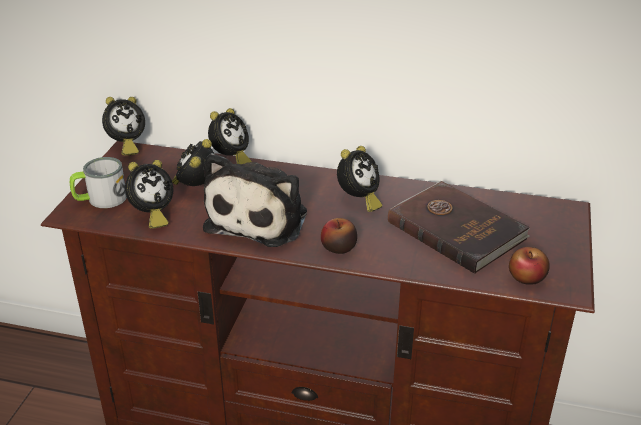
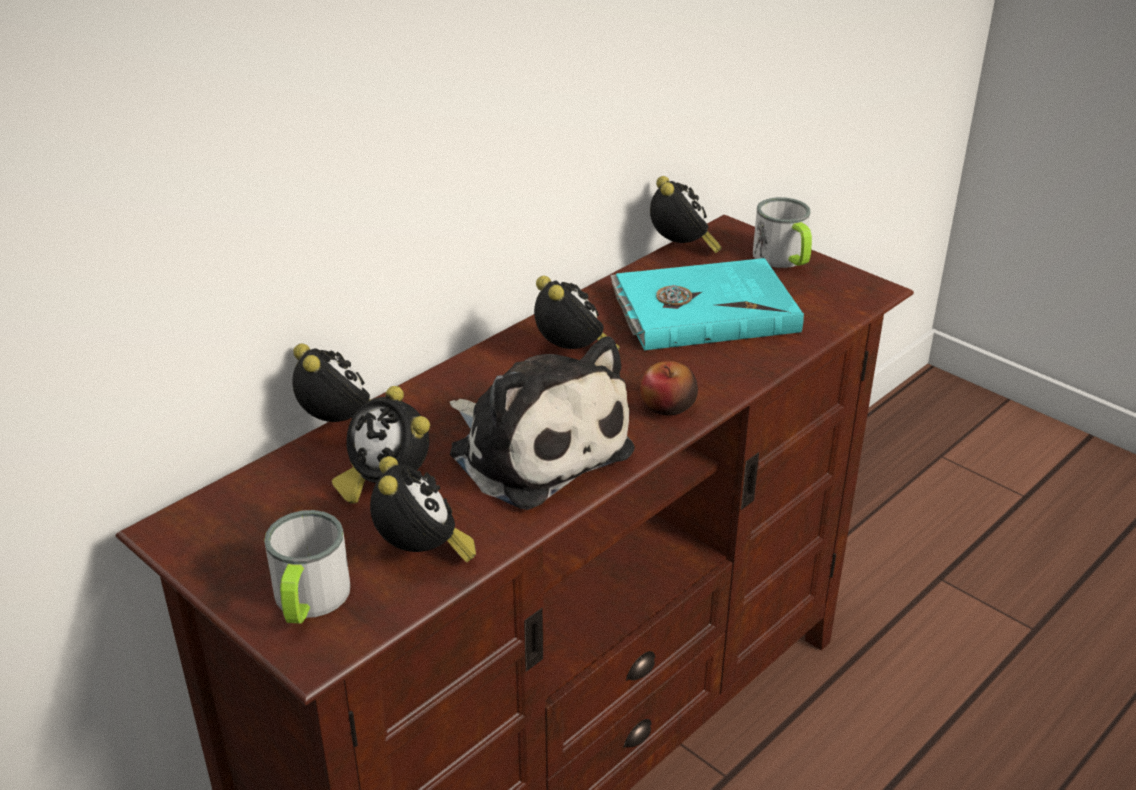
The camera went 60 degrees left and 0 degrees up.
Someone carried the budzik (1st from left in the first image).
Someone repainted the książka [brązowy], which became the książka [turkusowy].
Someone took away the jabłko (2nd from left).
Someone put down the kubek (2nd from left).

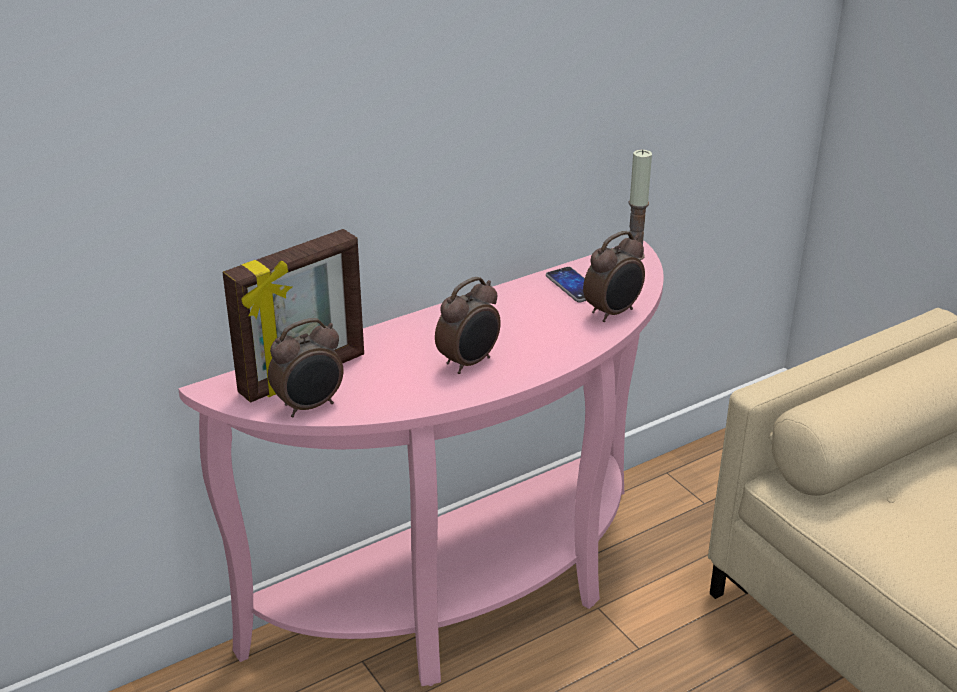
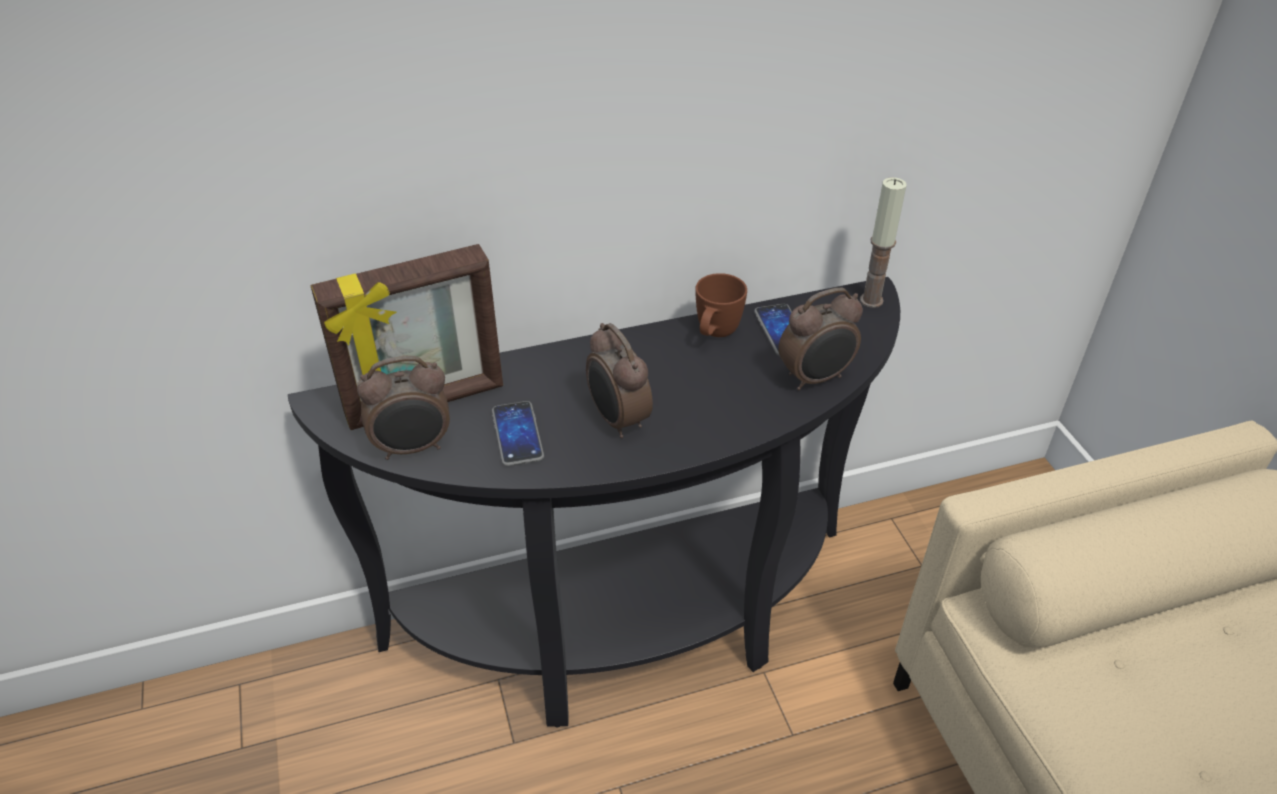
The camera went 15 degrees right and 10 degrees up.
Someone repainted the stolik konsolowy [różowy], which became the stolik konsolowy [czarny].
Someone rotated the budzik (2nd from left) by 90 degrees clockwise.
Someone put down the telefon (1st from left).
Someone put down the kubek [brązowy].

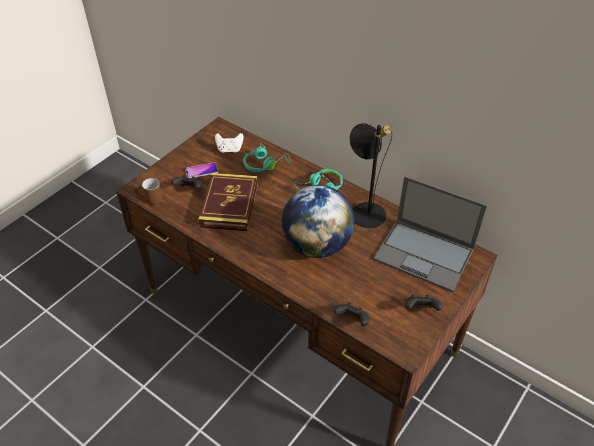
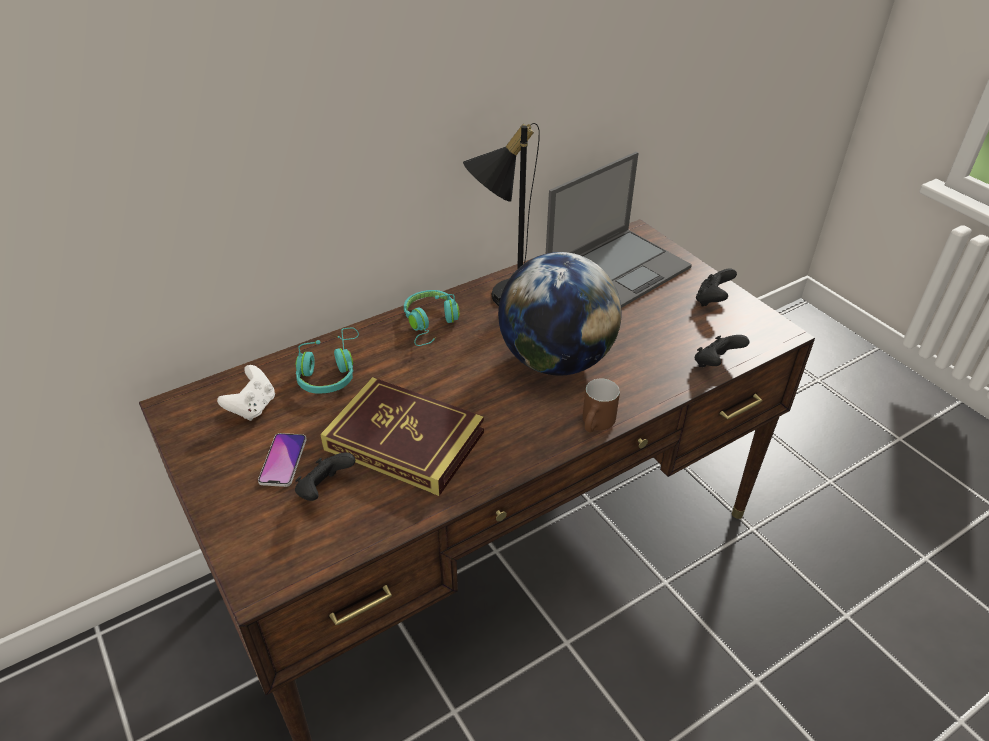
The camera went 70 degrees left and 5 degrees down.
Someone carried the kubek [brązowy].

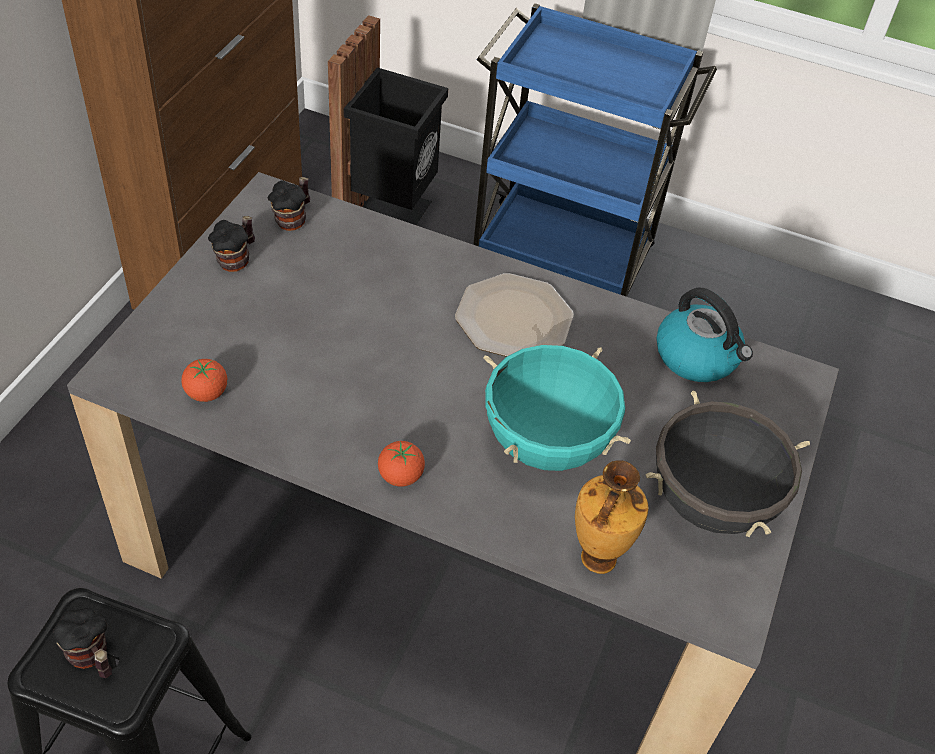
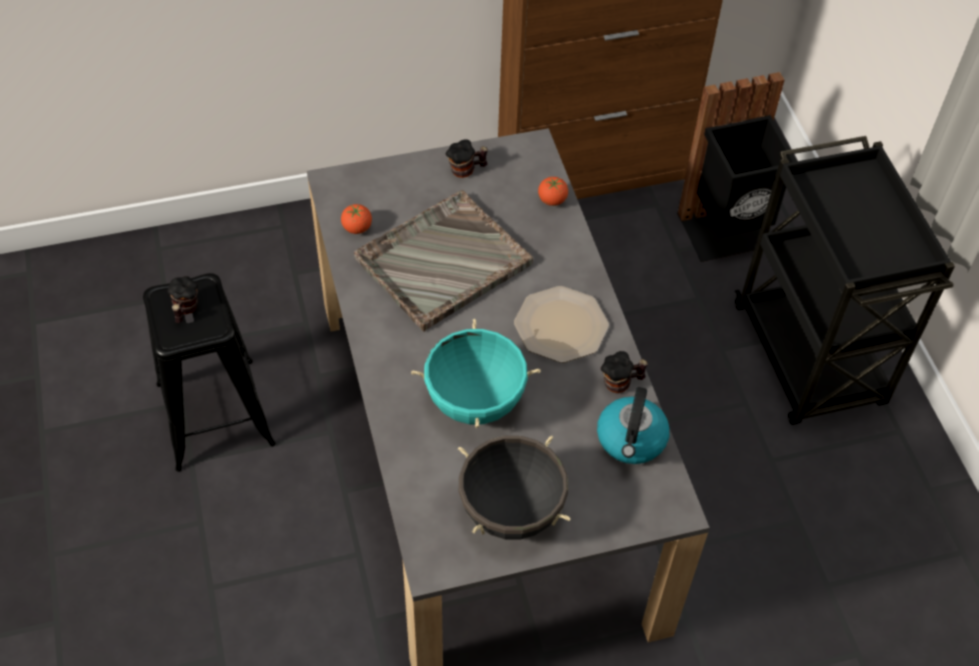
The camera went 55 degrees right and 5 degrees up.
Someone carried the kubek (3rd from left).
Someone carried the pomidor (2nd from left).
Someone repainted the wózek [niebieski], which became the wózek [czarny].
Someone took away the wazon.
Someone put down the taca [szary].

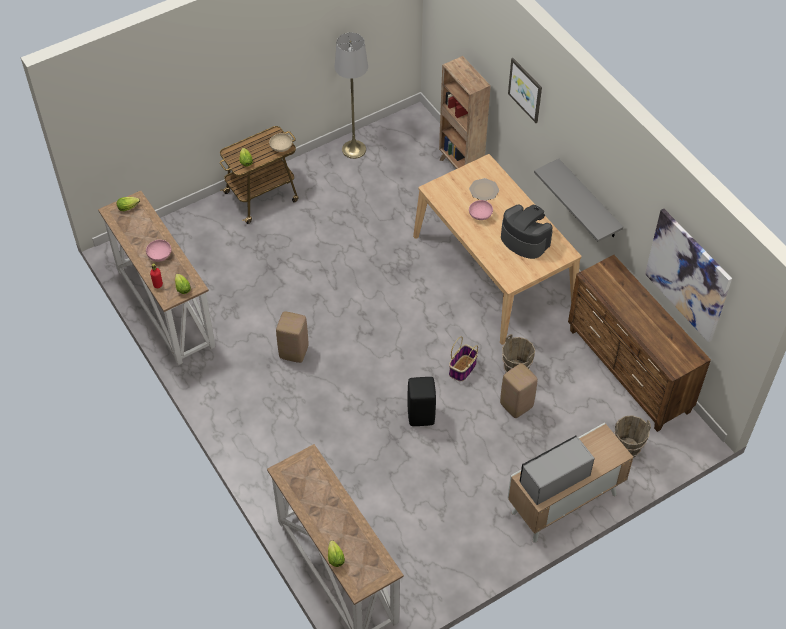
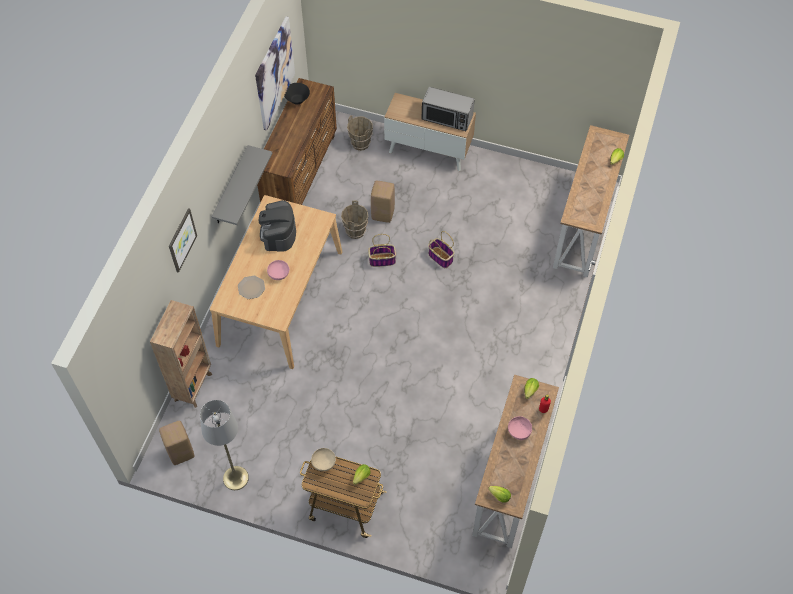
The camera went 130 degrees left and 5 degrees up.
Someone carried the stołek [beżowy] (1st from left).
Someone swapped the stołek [czarny] for the koszyk (2nd from left).
Someone put down the miska [czarny].

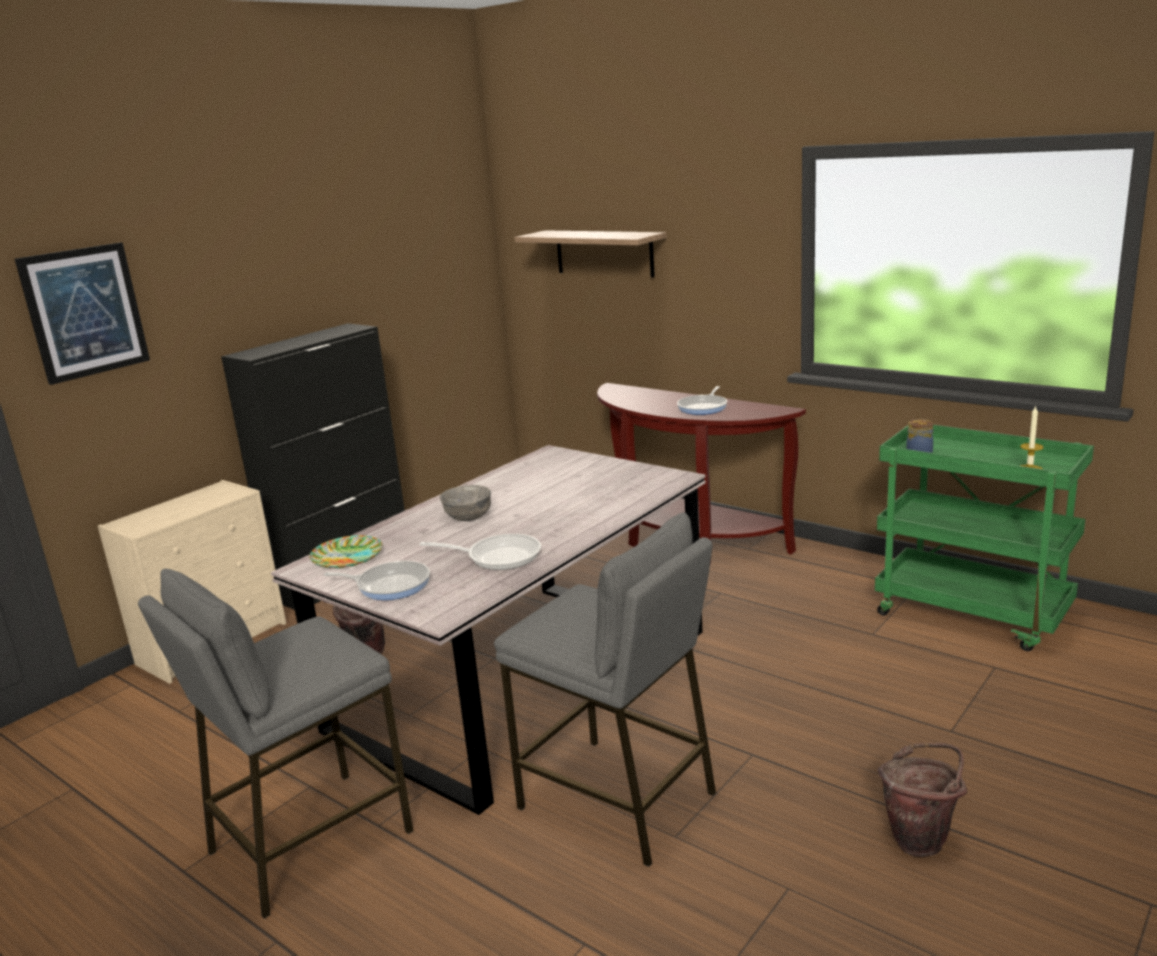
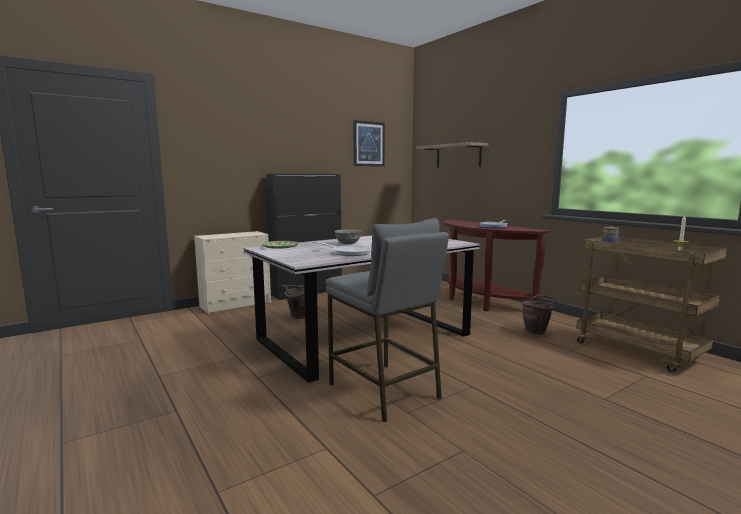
The camera went 15 degrees right and 10 degrees down.
Someone carried the obraz.
Someone took away the stołek [szary] (1st from left).
Someone took away the patelnia (1st from left).
Someone repainted the wózek [zielony], which became the wózek [brązowy].
Someone carried the wiadro [brązowy] (2nd from left).

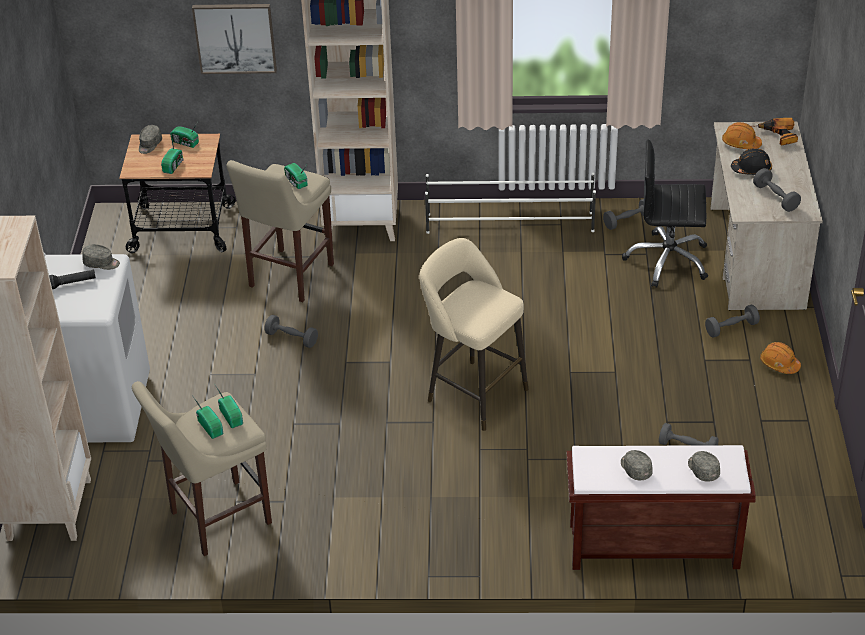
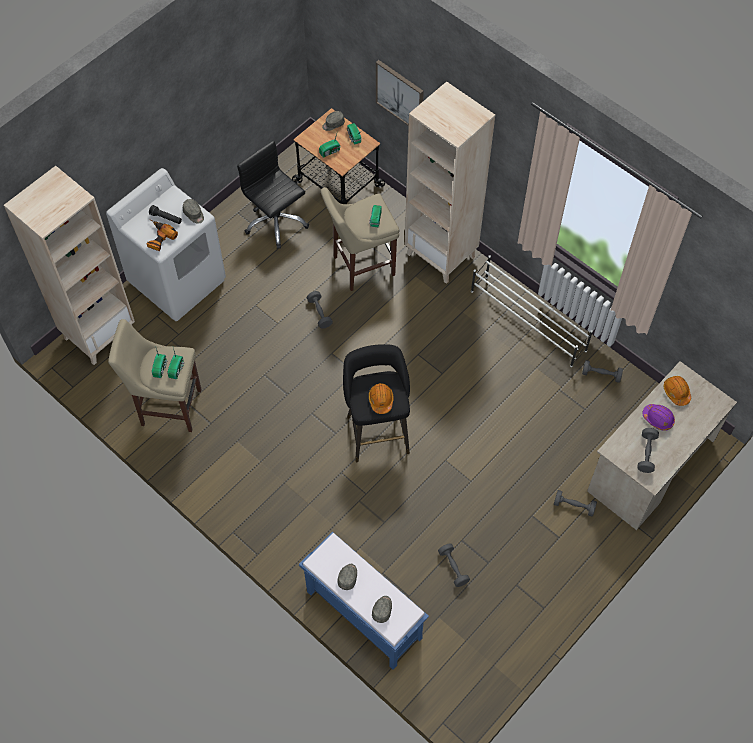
The camera went 40 degrees right and 20 degrees up.
Someone repainted the stołek [beżowy] (3rd from left), which became the stołek [czarny].
Someone repainted the ławka [brązowy], which became the ławka [niebieski].
Someone carried the krzesło biurowe [czarny].
Someone repainted the kask [czarny], which became the kask [fioletowy].
Someone carried the wiertarka.
Someone carried the kask [pomarańczowy] (2nd from left in the first image).

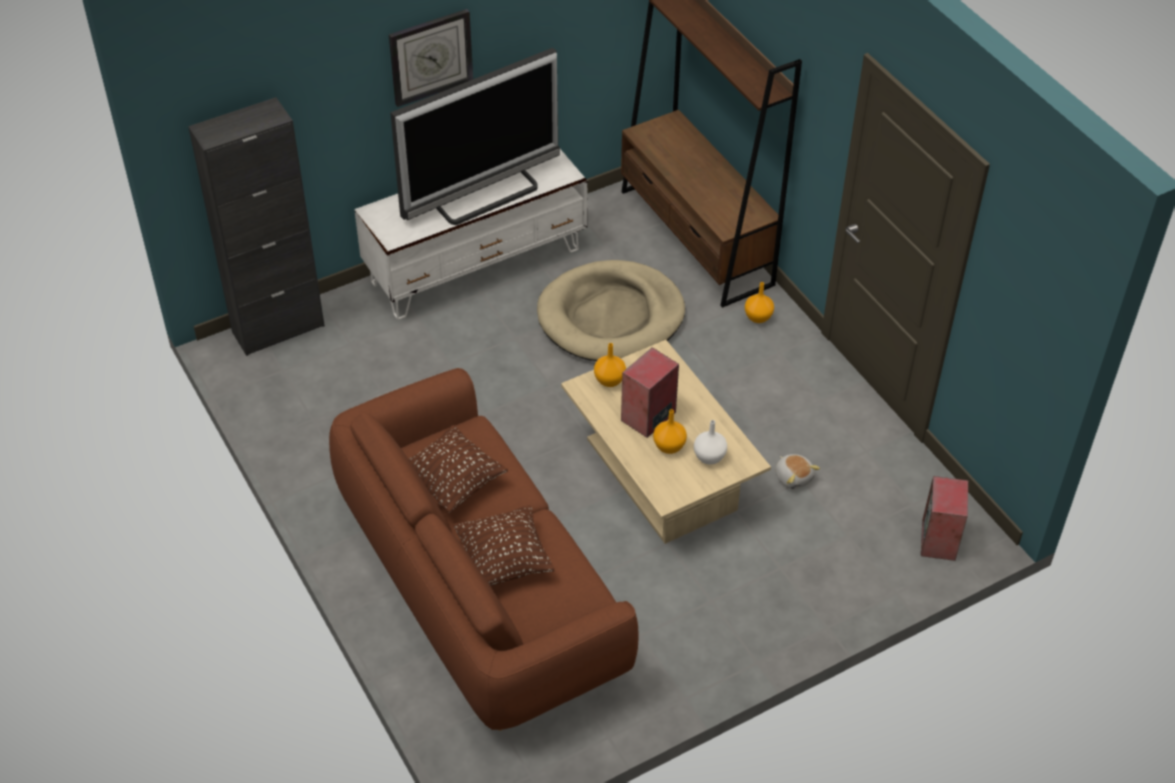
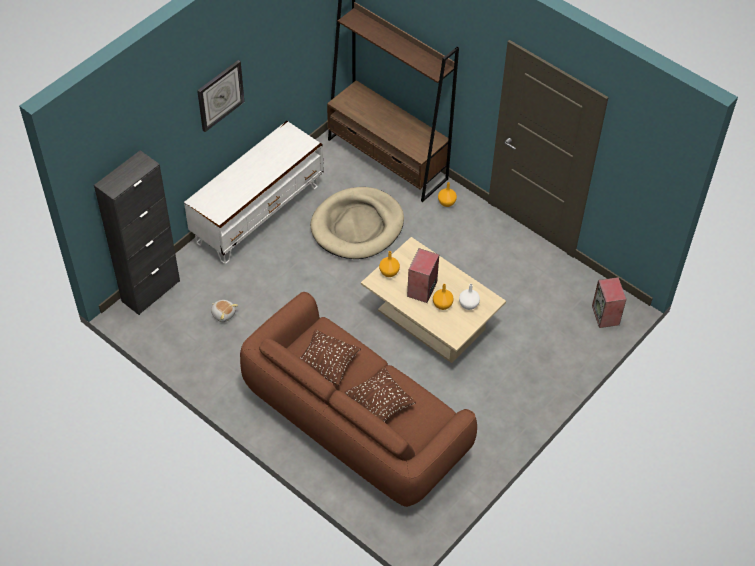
The camera went 20 degrees left and 5 degrees up.
Someone took away the telewizor.
Someone carried the pluszak.

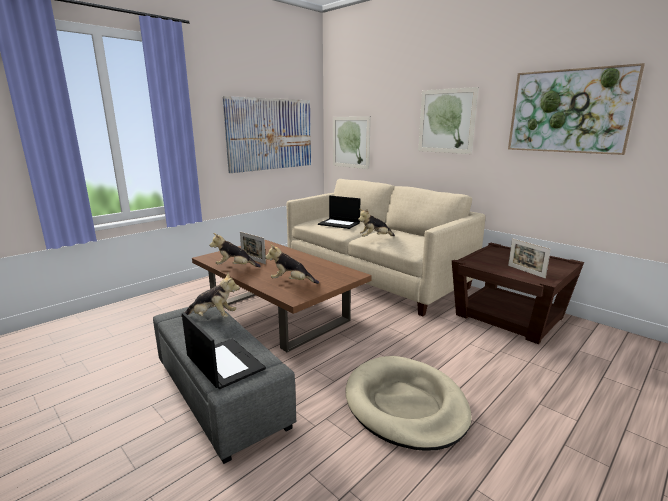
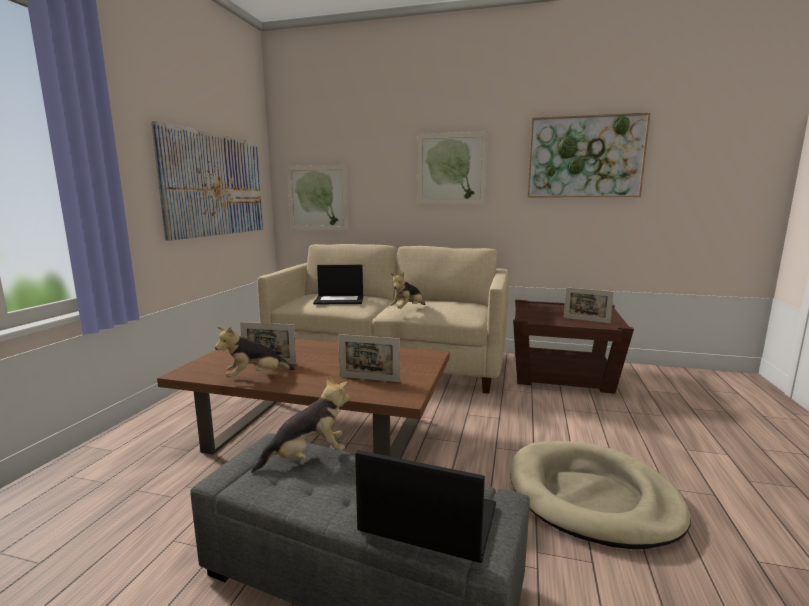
The camera went 30 degrees left and 5 degrees down.
Someone swapped the pluszak (3rd from left) for the ramka na zdjęcie (2nd from left).

